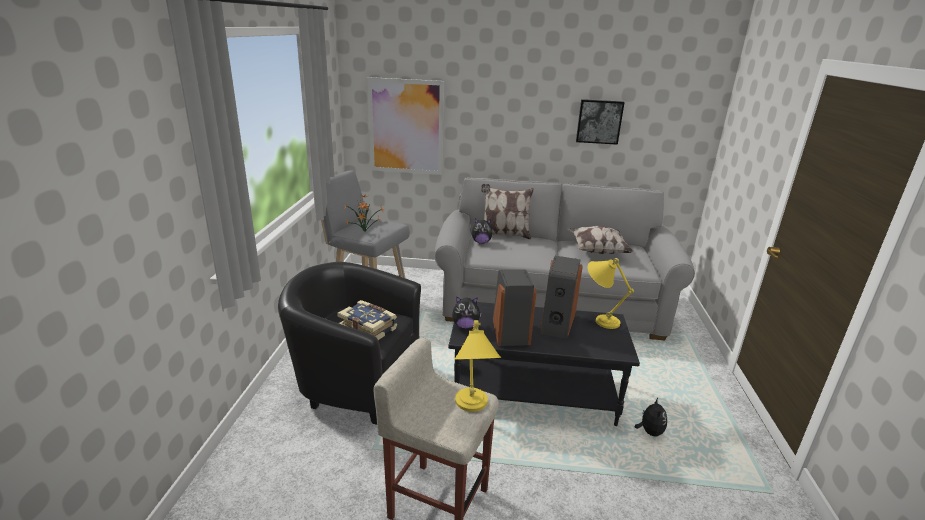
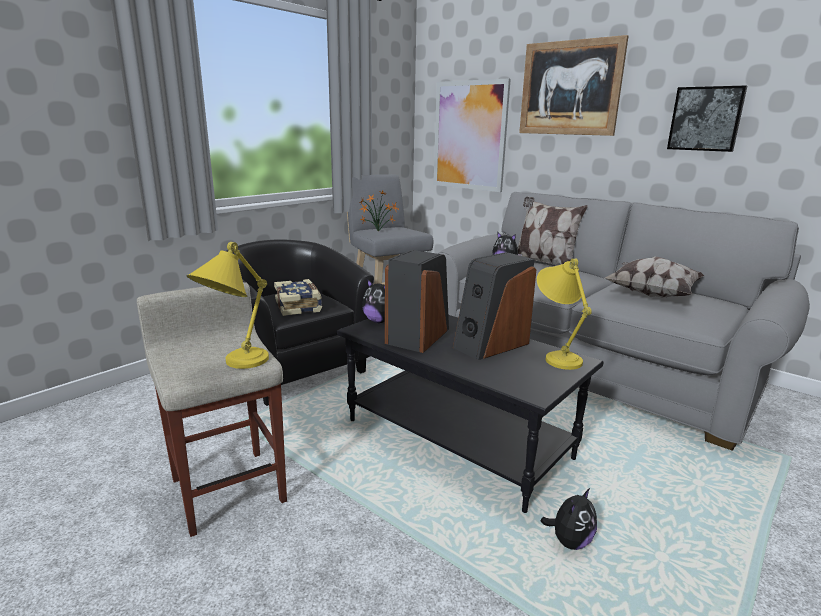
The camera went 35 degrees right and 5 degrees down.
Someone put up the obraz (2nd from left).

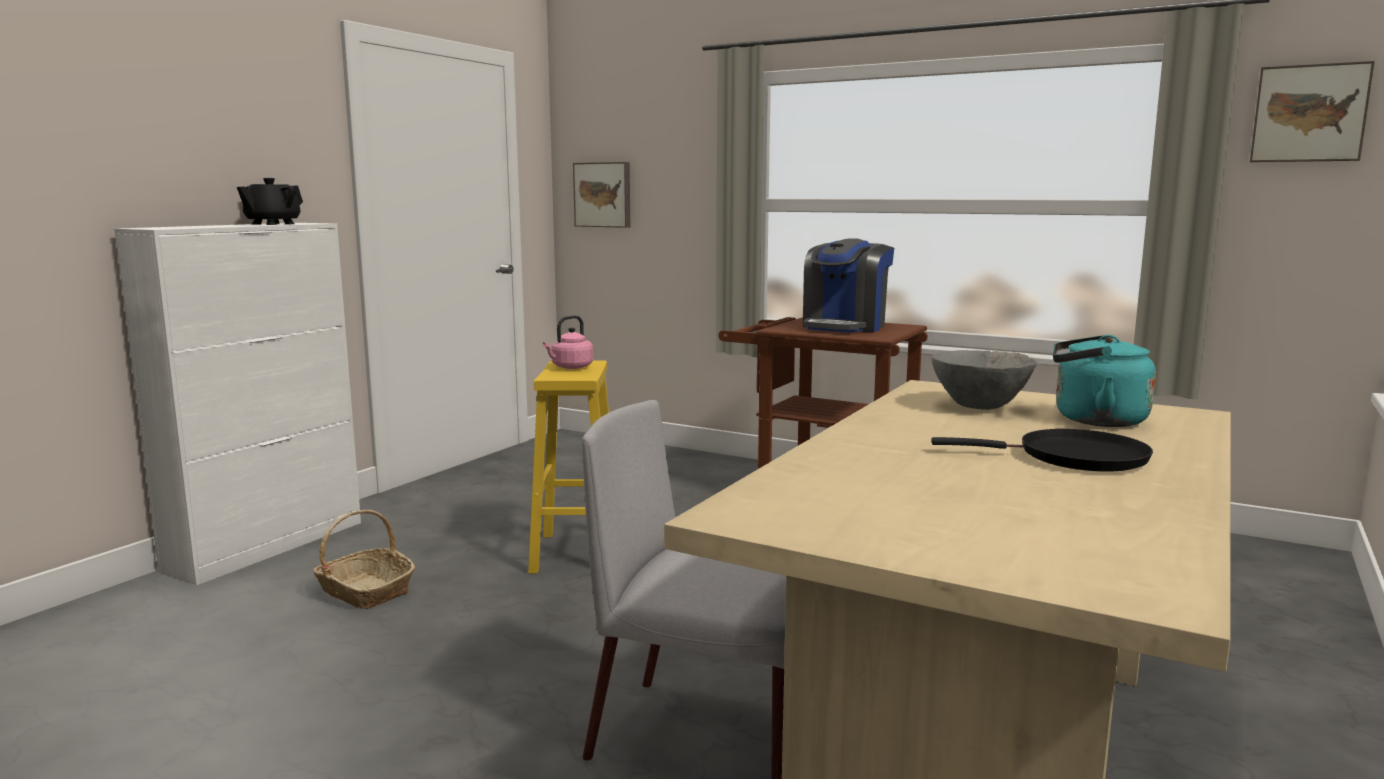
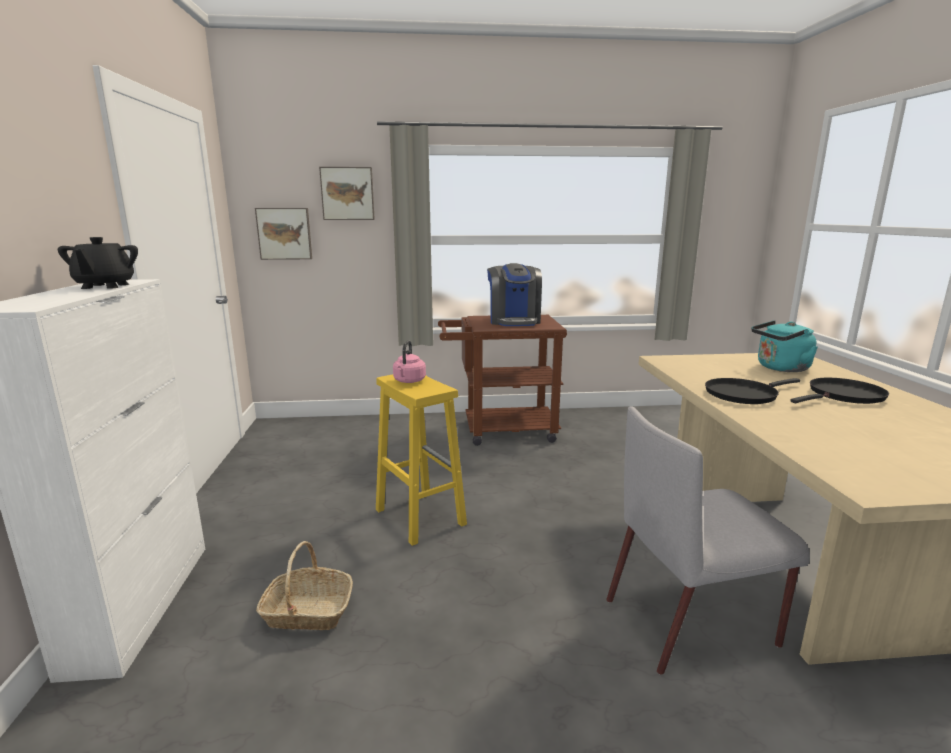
The camera went 35 degrees left and 5 degrees up.
Someone took away the miska [szary].
Someone carried the obraz (2nd from left).
Someone put down the patelnia [czarny] (1st from left).

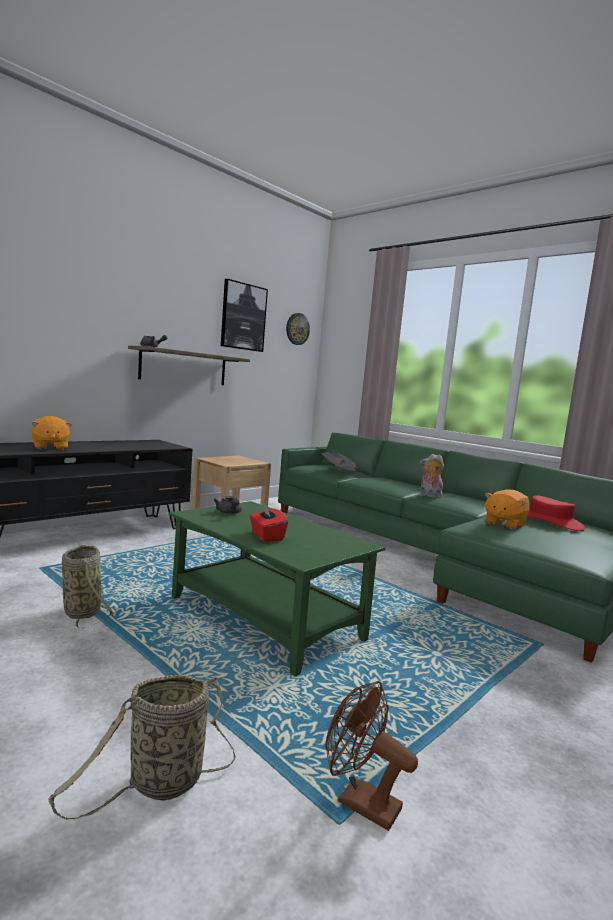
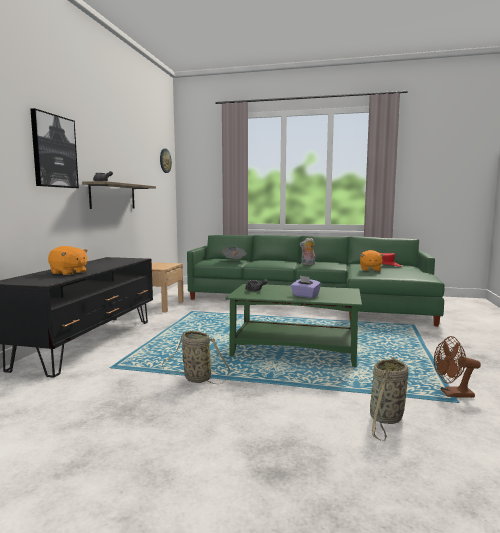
The camera went 30 degrees left and 0 degrees up.
Someone carried the obraz.
Someone repainted the pudełko chusteczek [czerwony], which became the pudełko chusteczek [fioletowy].

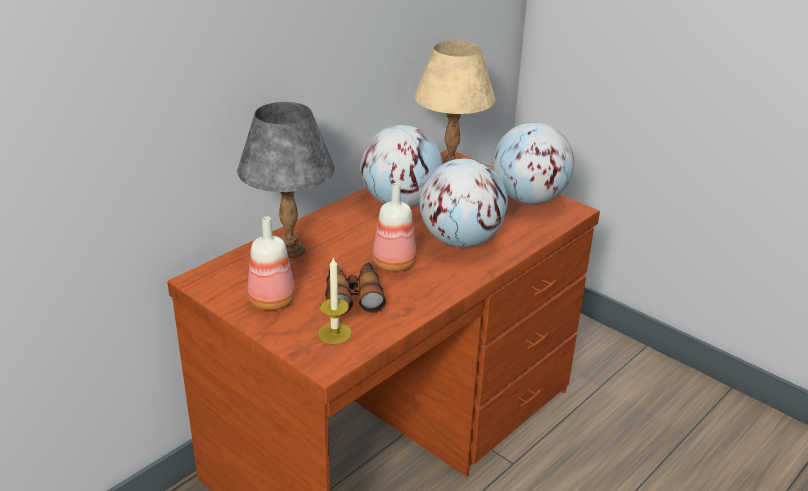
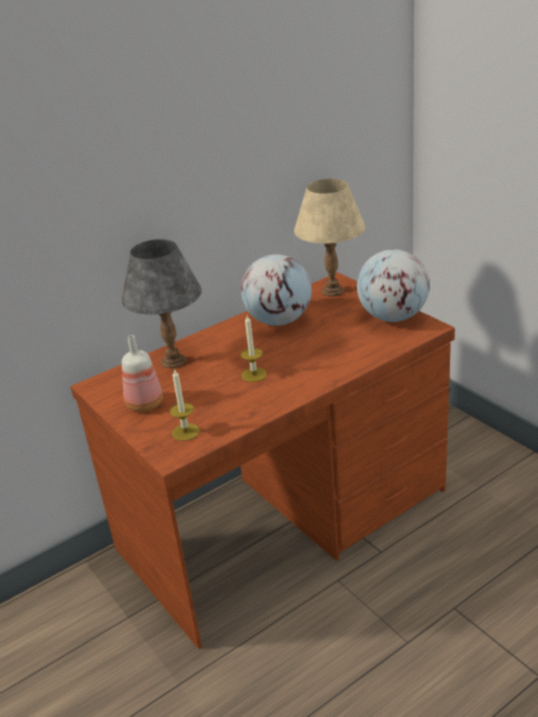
The camera went 15 degrees right and 0 degrees up.
Someone took away the lornetka.
Someone swapped the butelka (2nd from left) for the świeca (2nd from left).
Someone took away the globus (2nd from left).

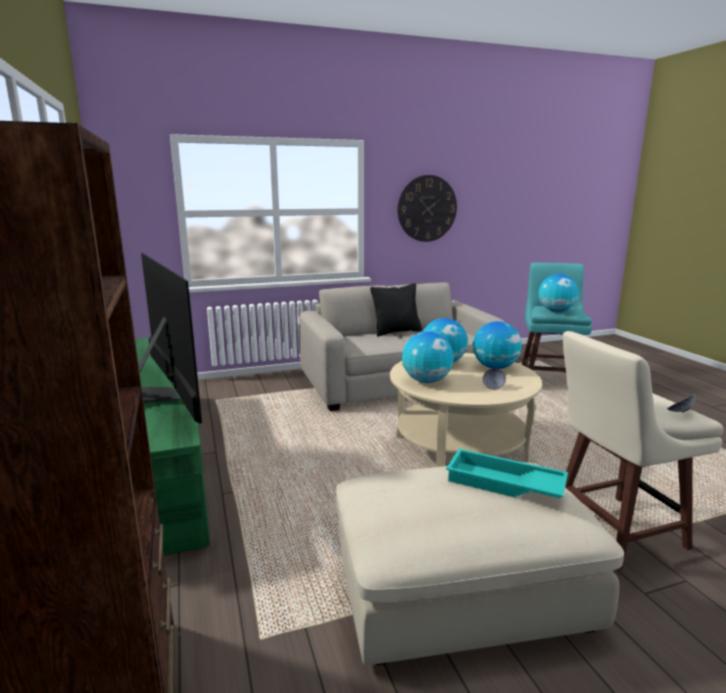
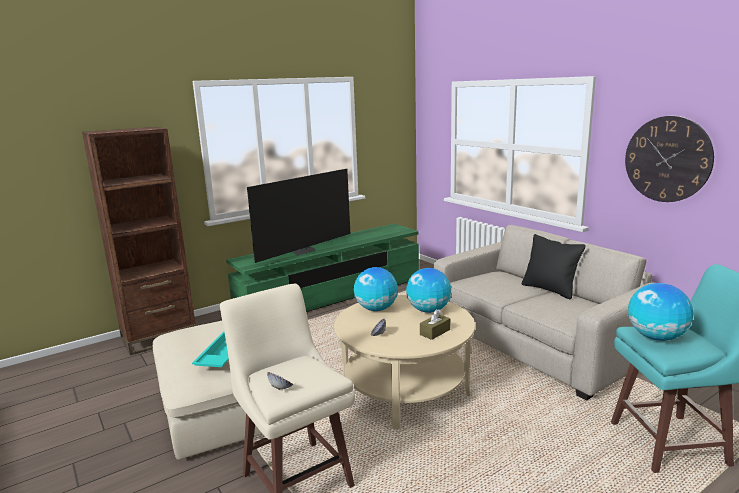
The camera went 75 degrees right and 0 degrees up.
Someone swapped the globus (3rd from left) for the pudełko chusteczek [brązowy].

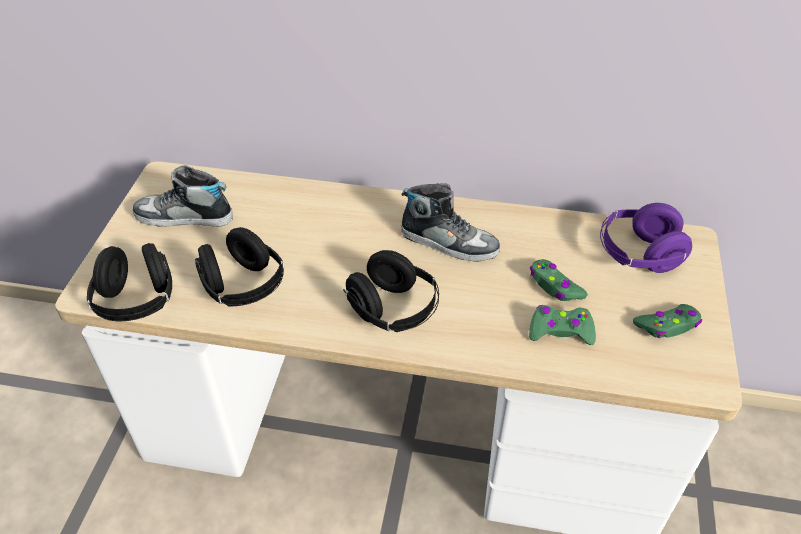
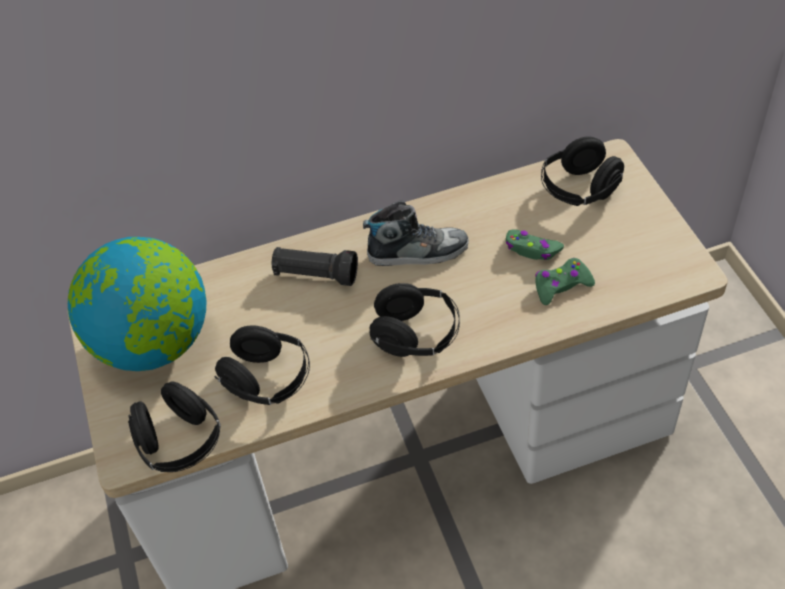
The camera went 25 degrees left and 5 degrees up.
Someone swapped the but (1st from left) for the globus.
Someone repainted the słuchawki [fioletowy], which became the słuchawki [czarny] (4th from left).
Someone took away the pad do gier [zielony] (3rd from left).
Someone put down the latarka [czarny].

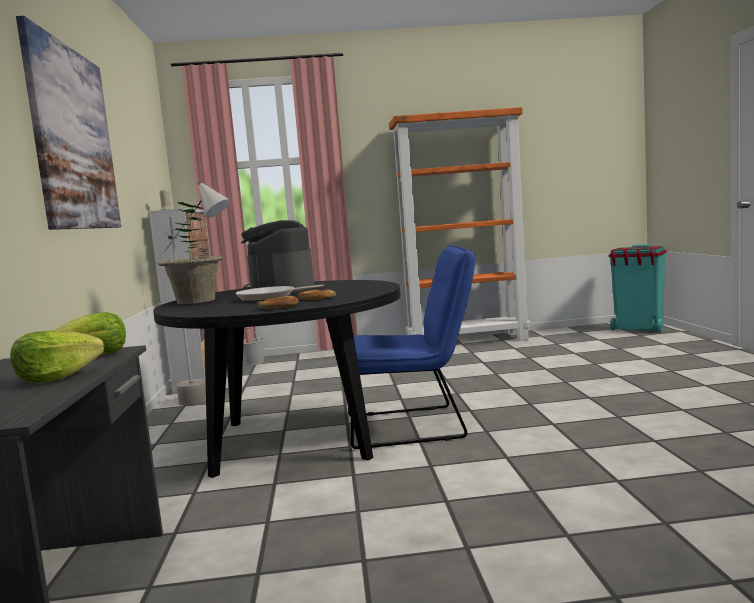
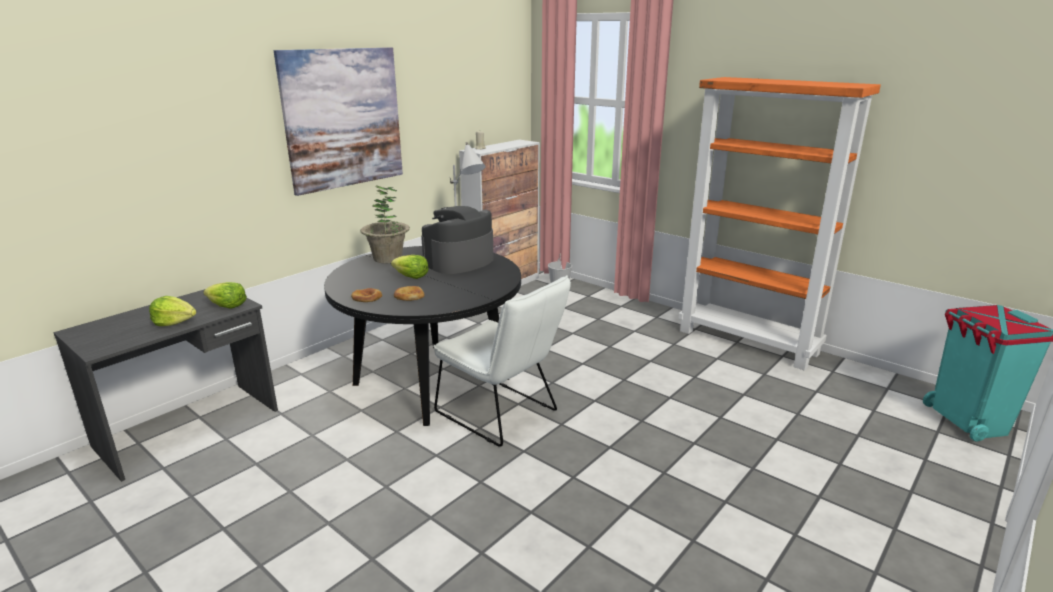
The camera went 45 degrees right and 15 degrees up.
Someone swapped the patelnia for the sałata (3rd from left).
Someone repainted the krzesło [niebieski], which became the krzesło [biały].

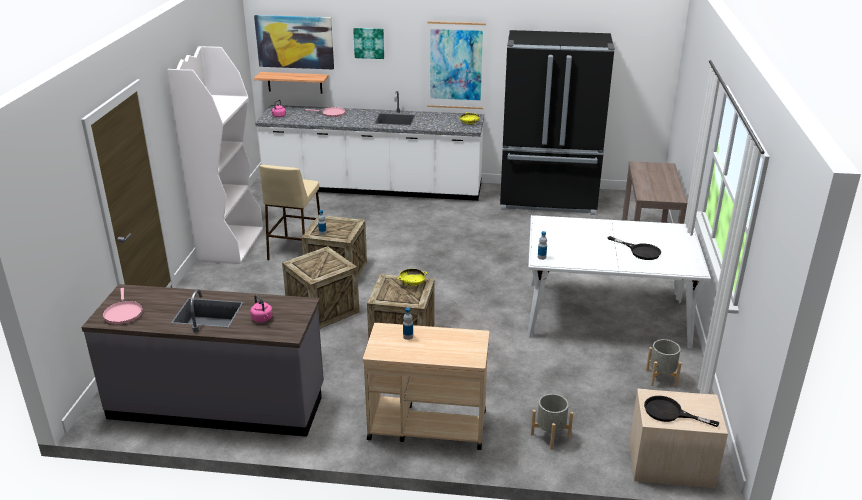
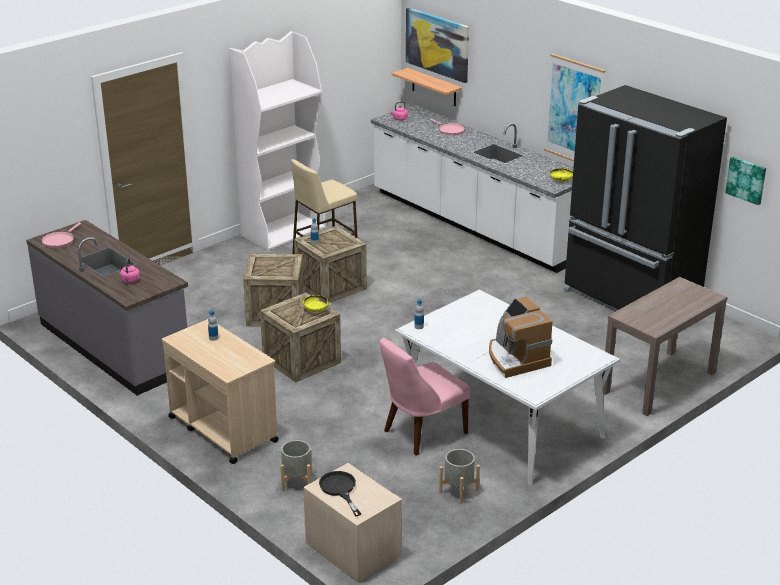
The camera went 40 degrees right and 0 degrees up.
Someone carried the obraz (2nd from left in the first image).
Someone swapped the patelnia [czarny] (1st from left) for the ekspres do kawy.
Someone put down the krzesło [różowy].

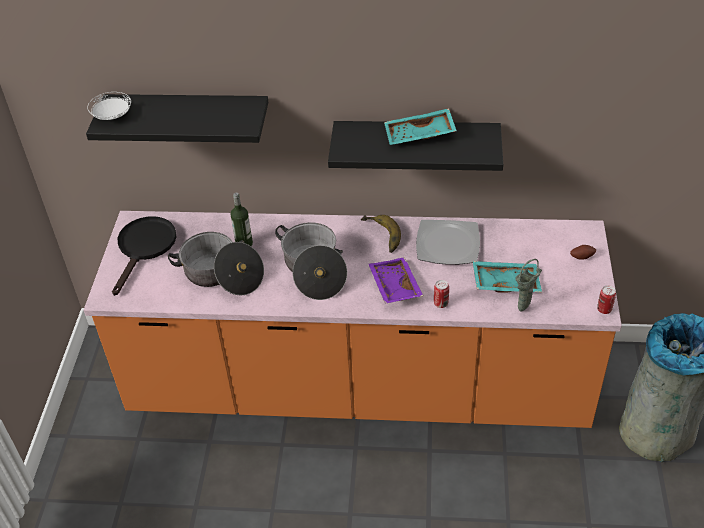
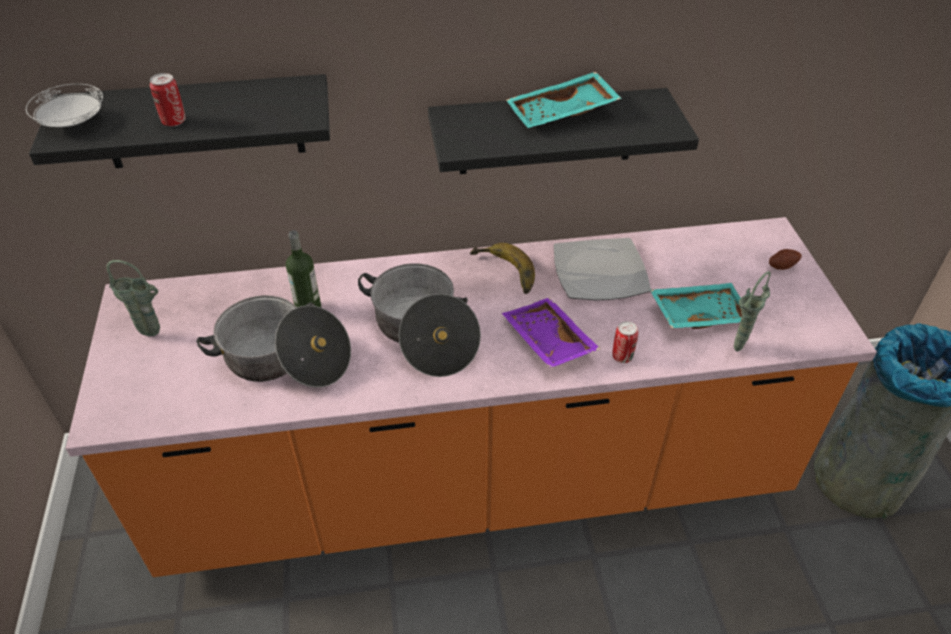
The camera went 15 degrees left and 0 degrees up.
Someone swapped the patelnia [czarny] for the wazon [zielony] (1st from left).
Someone carried the puszka (2nd from left in the first image).

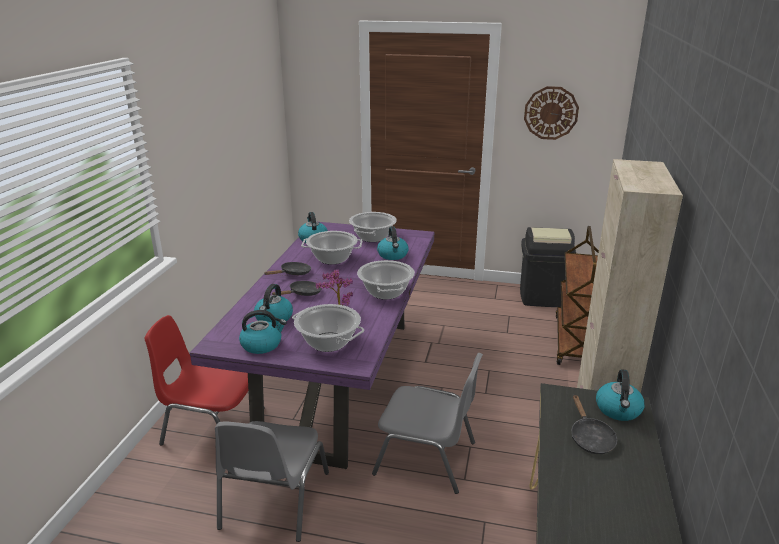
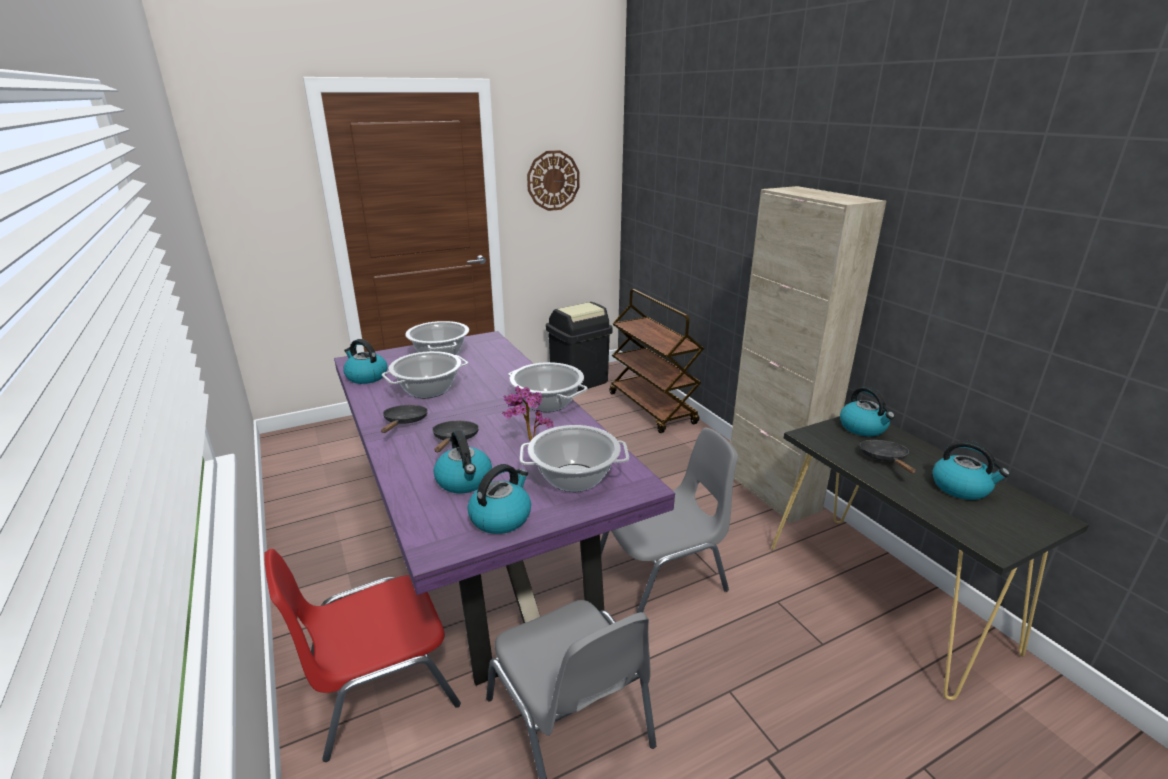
The camera went 40 degrees left and 0 degrees up.
Someone carried the czajnik (4th from left in the first image).
Someone rotated the patelnia [czarny] (3rd from left) by 135 degrees counterclockwise.

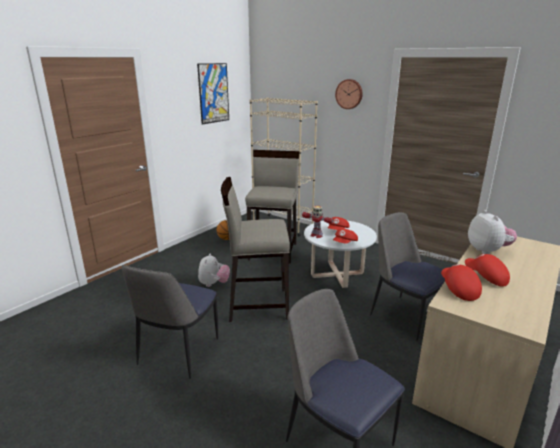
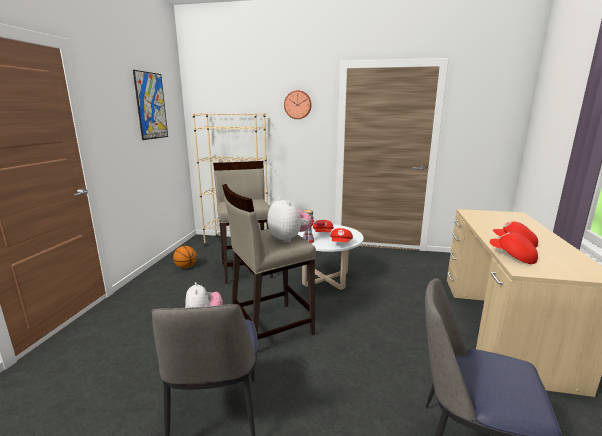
The camera went 25 degrees left and 5 degrees down.
Someone took away the krzesło (3rd from left).
Someone carried the pluszak (2nd from left).

